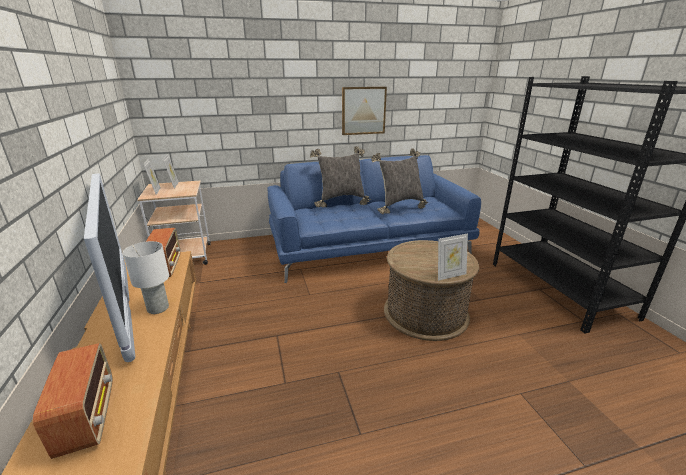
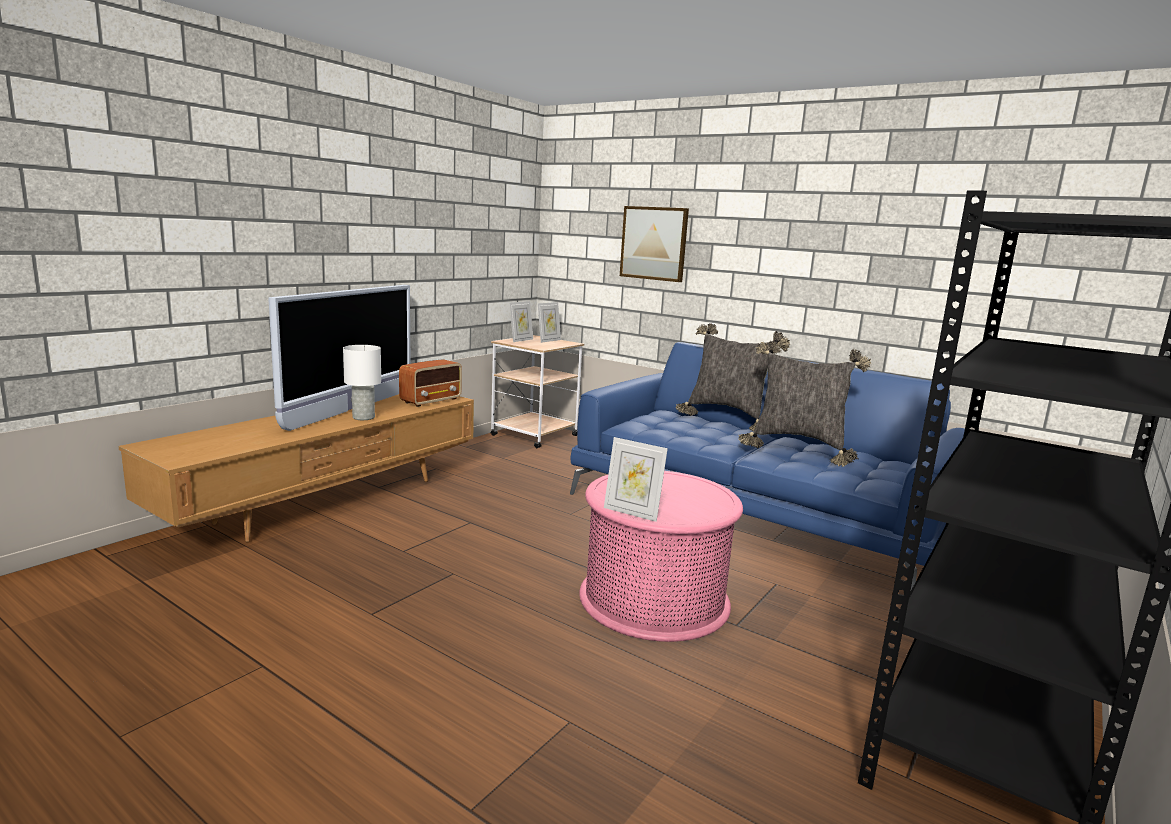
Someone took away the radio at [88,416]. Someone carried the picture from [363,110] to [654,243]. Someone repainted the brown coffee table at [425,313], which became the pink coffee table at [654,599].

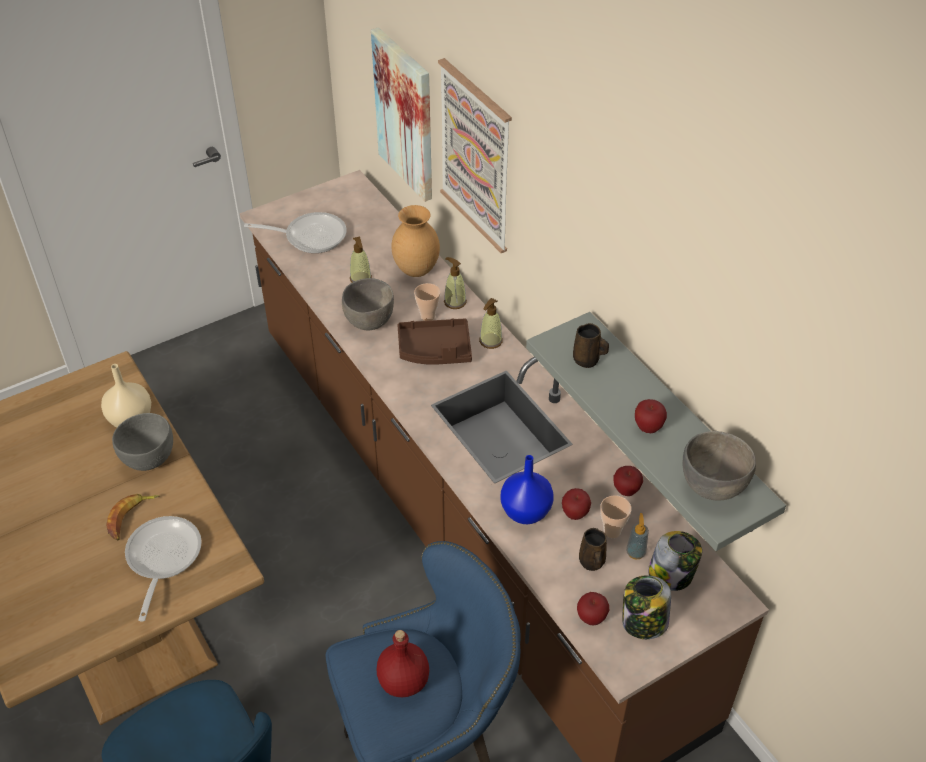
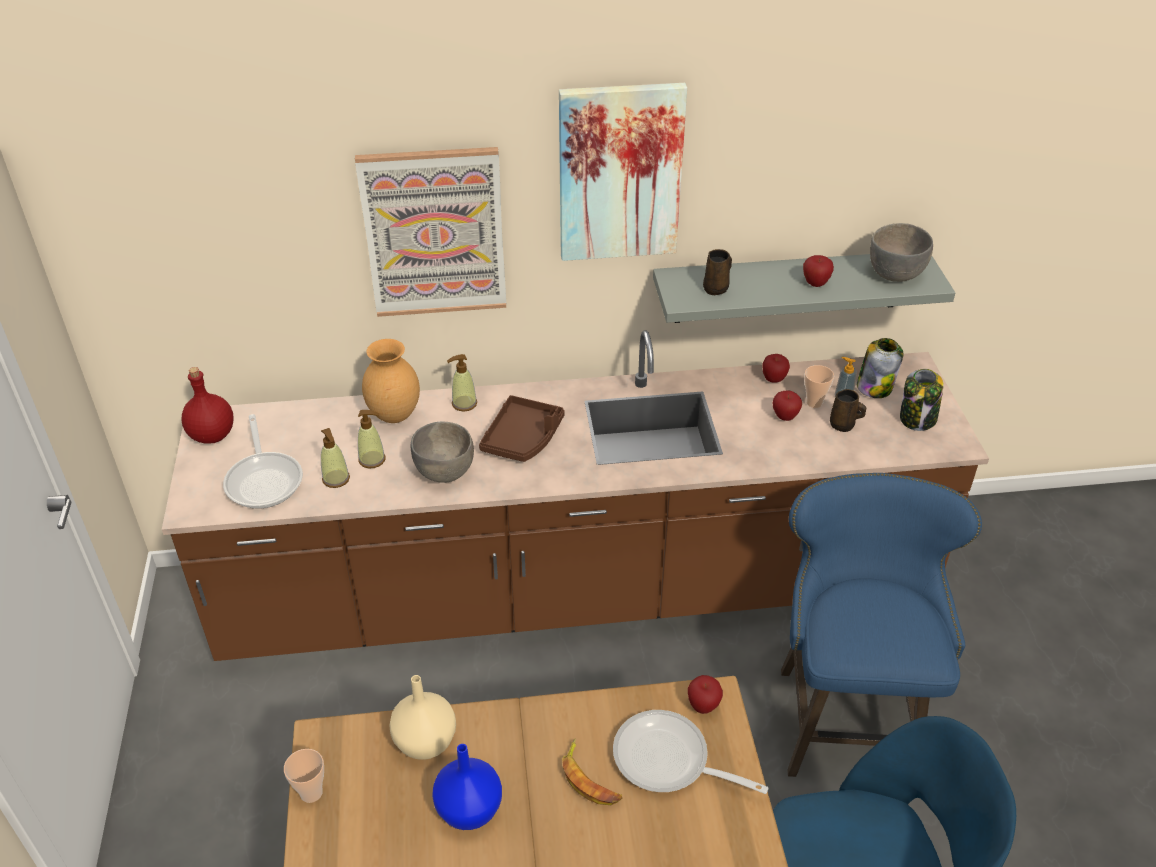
Someone took away the grey bowl at [149,458]. Someone rotated the frying pan at [310,236] by 135 degrees clockwise. Someone carried the picture from [406,115] to [619,173]. Someone carried the red bottle from [402,681] to [211,436]. Someone carried the cup from [428,316] to [311,793]. Someone carried the soap dispenser from [490,341] to [336,479]. Someone carried the blue vase from [527,511] to [469,809]. Someone carried the apple from [591,618] to [703,706].

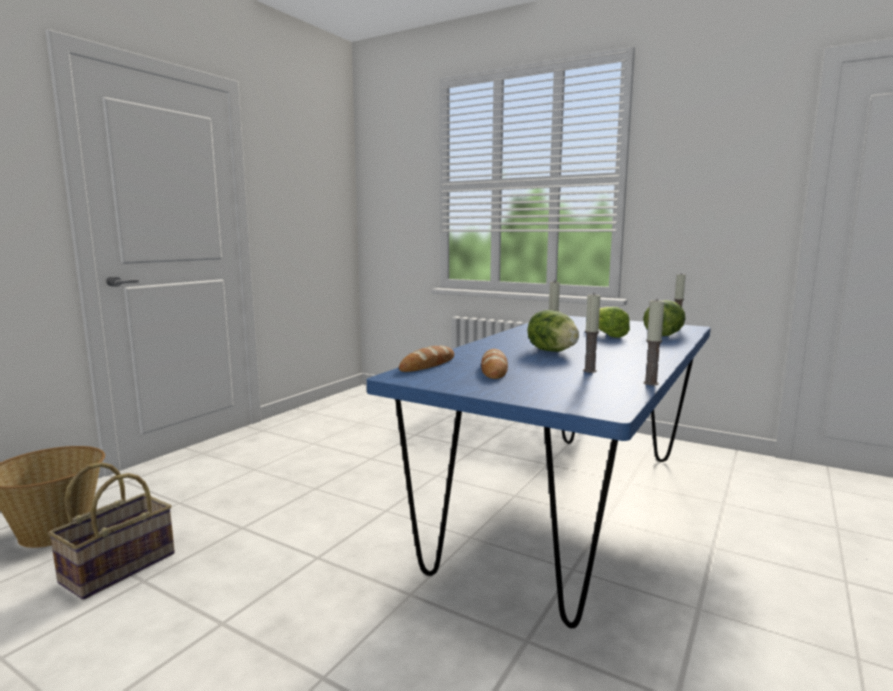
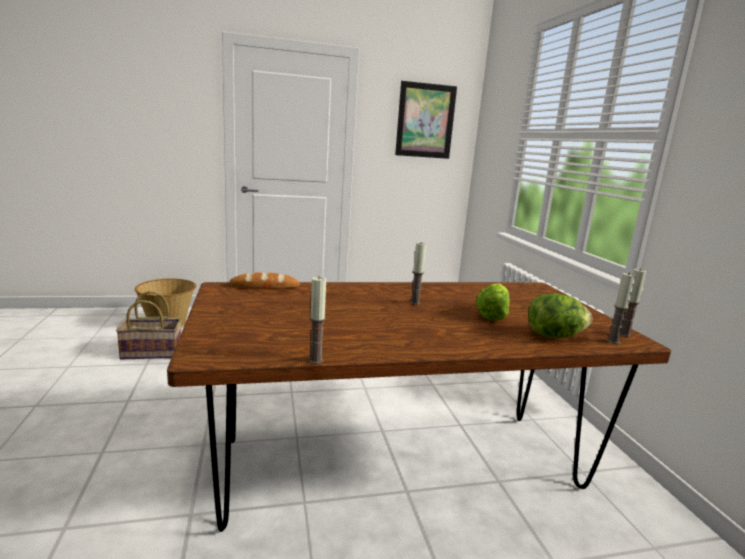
Someone repainted the blue dining table at [569,508], which became the brown dining table at [398,465]. Someone took away the bread at [494,369]. Someone took away the lettuce at [552,351]. Someone carried the candle from [590,371] to [613,341]. Someone put up the picture at [425,121].

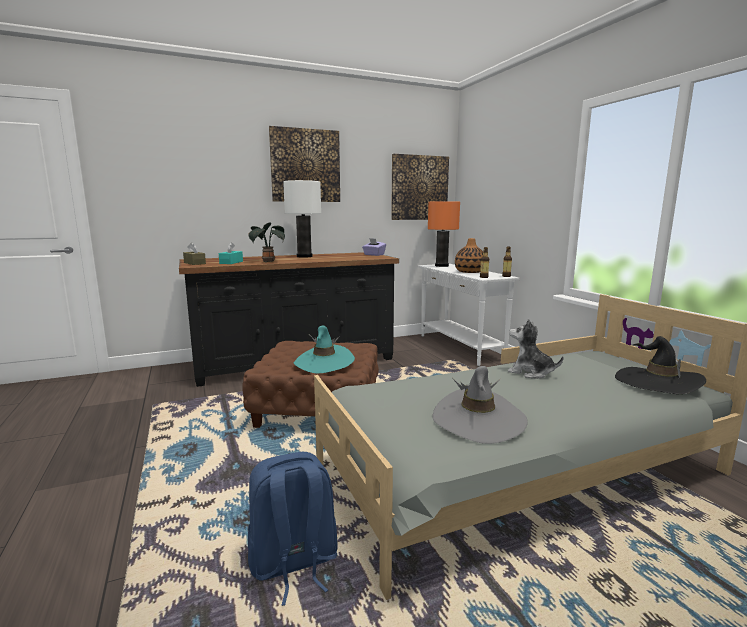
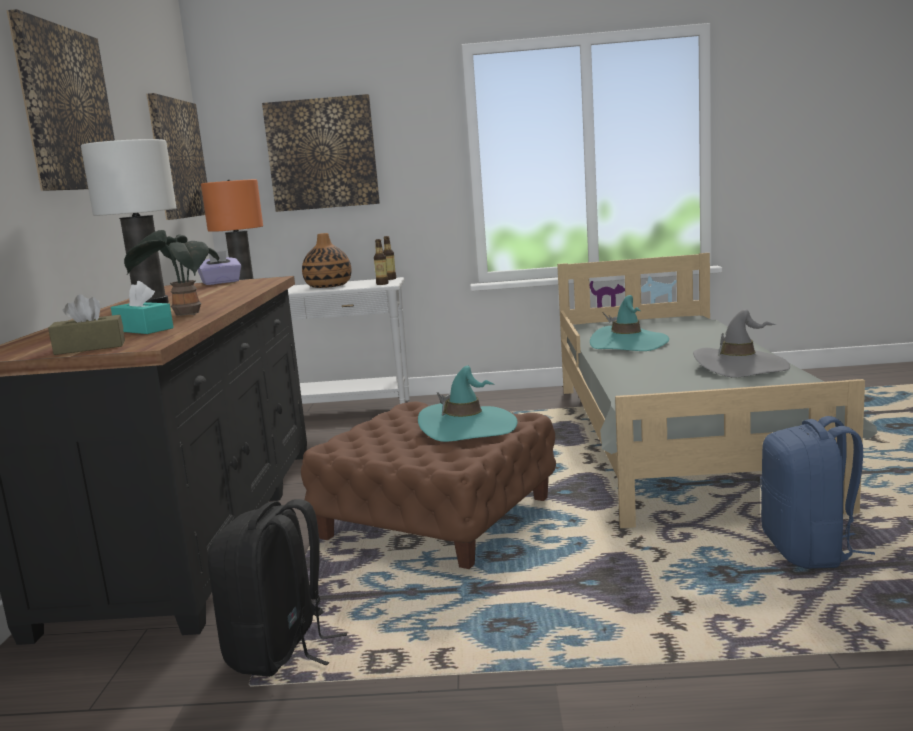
Someone swapped the plush toy at [530,372] for the turquoise hat at [629,344]. Someone took away the black hat at [657,383]. Someone put down the black backpack at [280,650]. Someone put up the picture at [322,154].

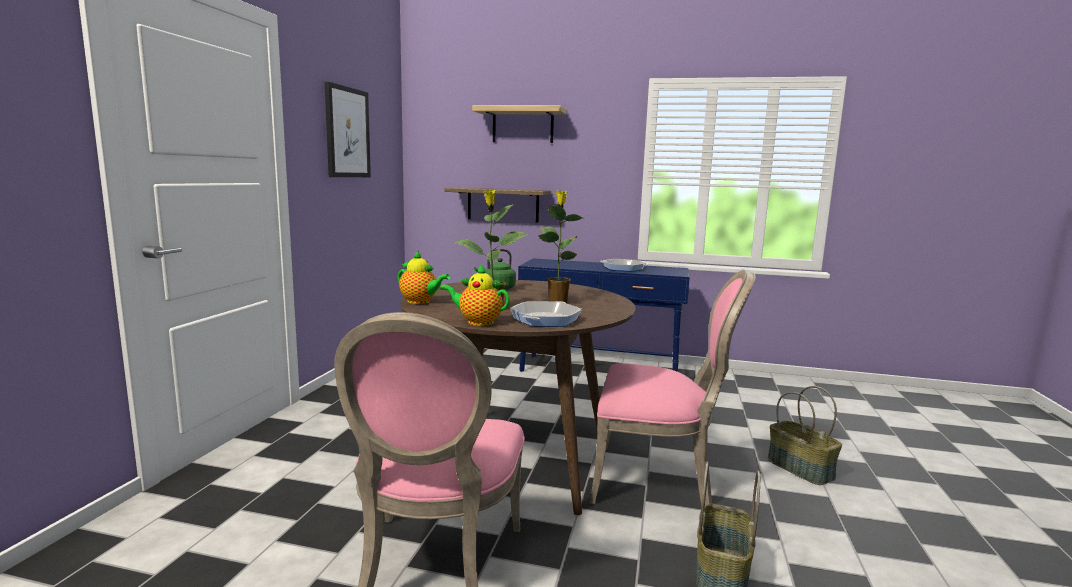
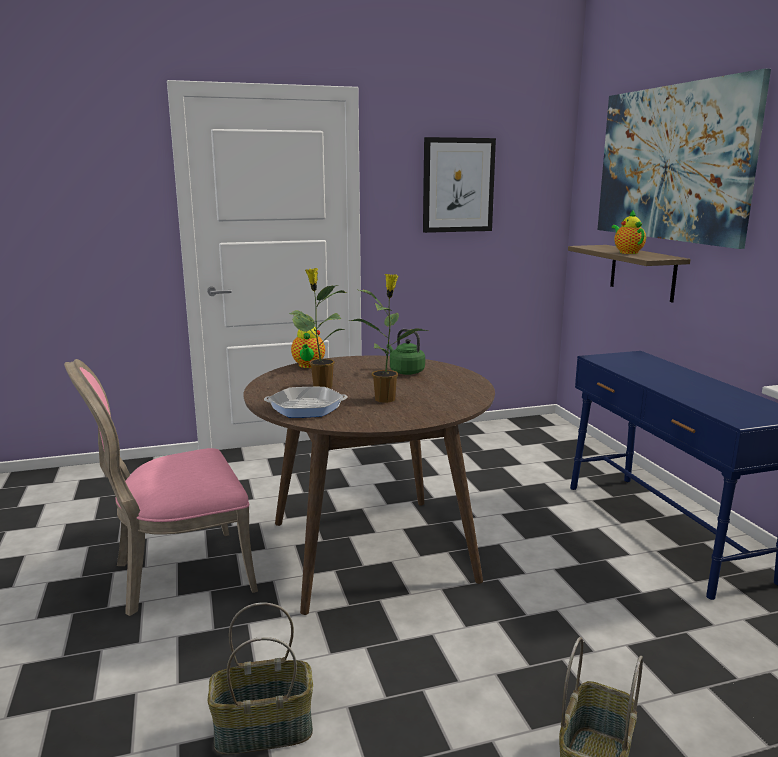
Someone carried the teapot from [477,322] to [627,252]. Someone swapped the shelf at [523,125] for the picture at [671,163]. Someone took away the pink chair at [657,480]. Someone took away the frying pan at [623,268].

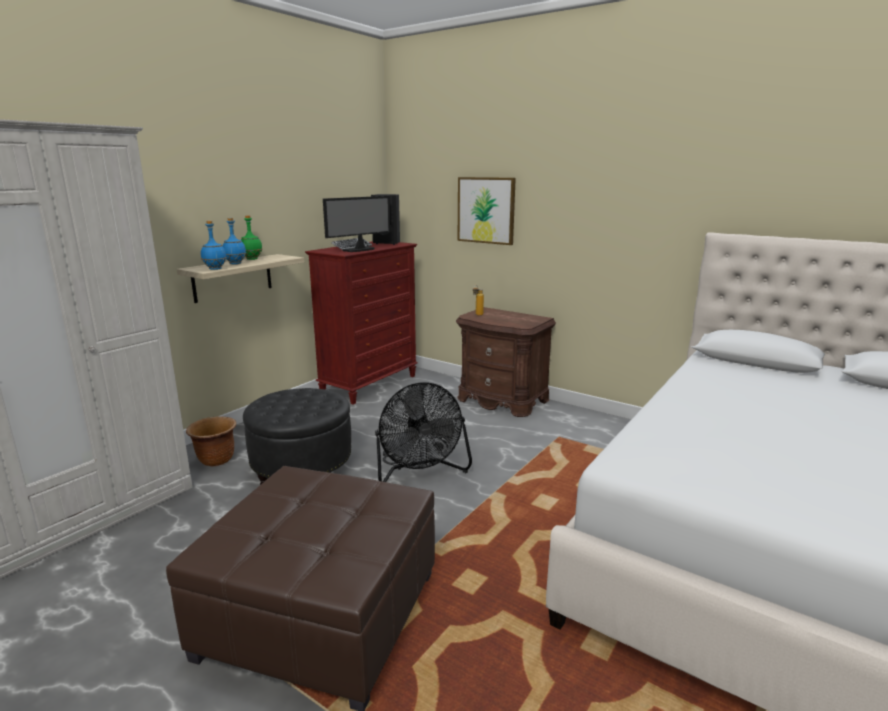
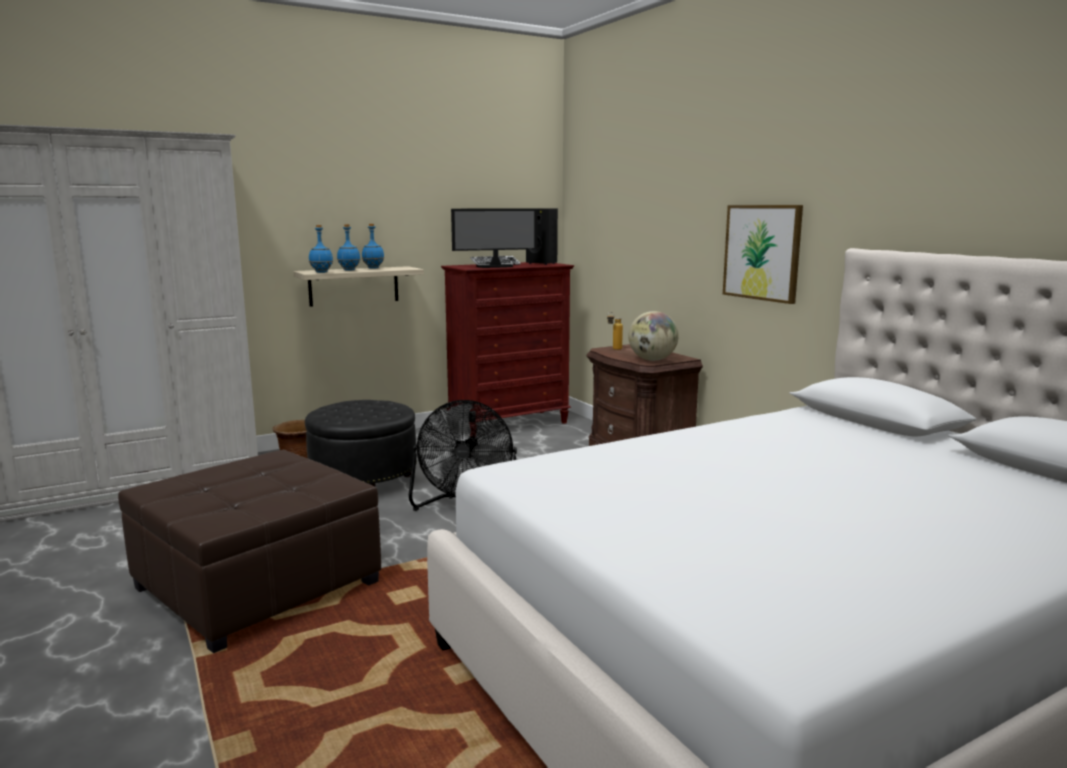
Someone repainted the green bottle at [252,259], which became the blue bottle at [373,268]. Someone carried the picture from [486,210] to [762,252]. Someone put down the globe at [652,360].

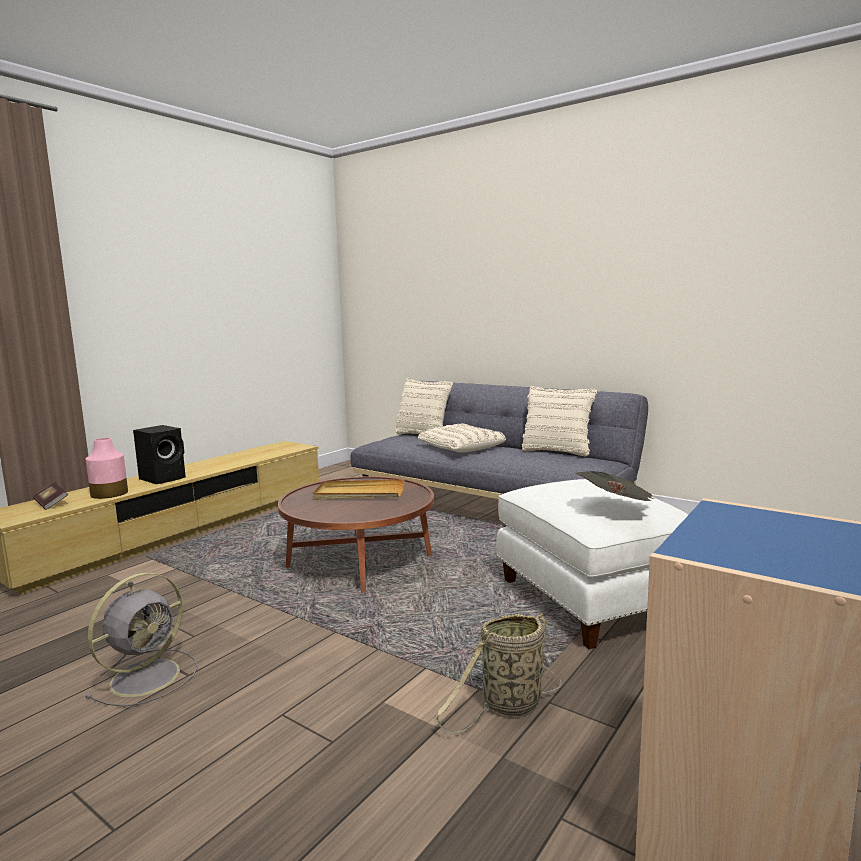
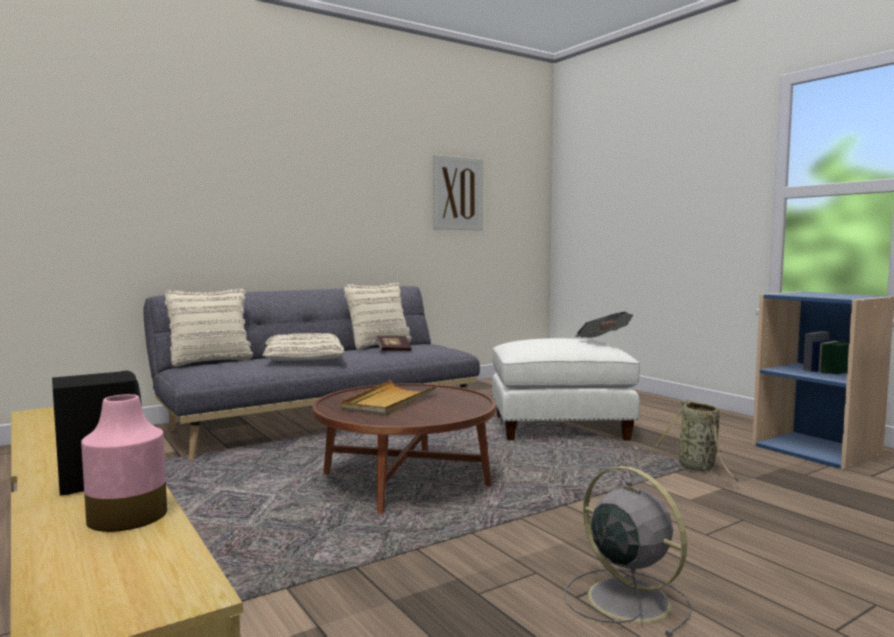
Someone carried the book from [51,504] to [393,350]. Someone put up the picture at [458,193].

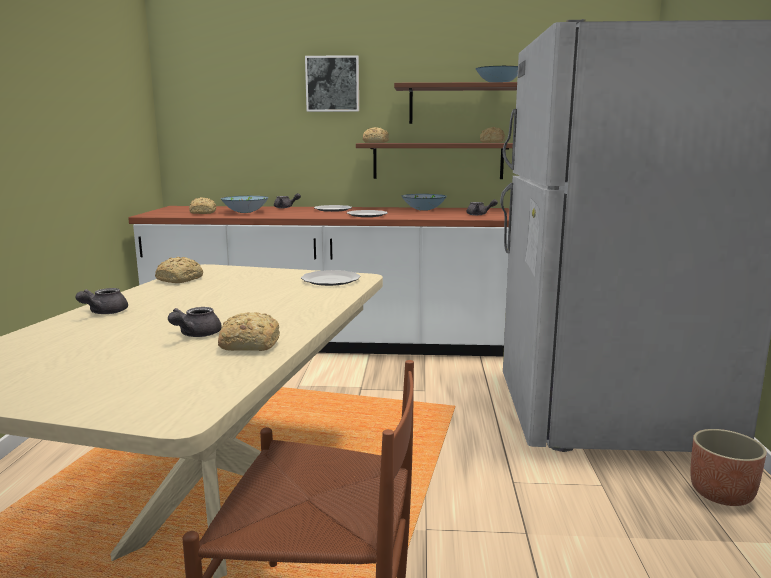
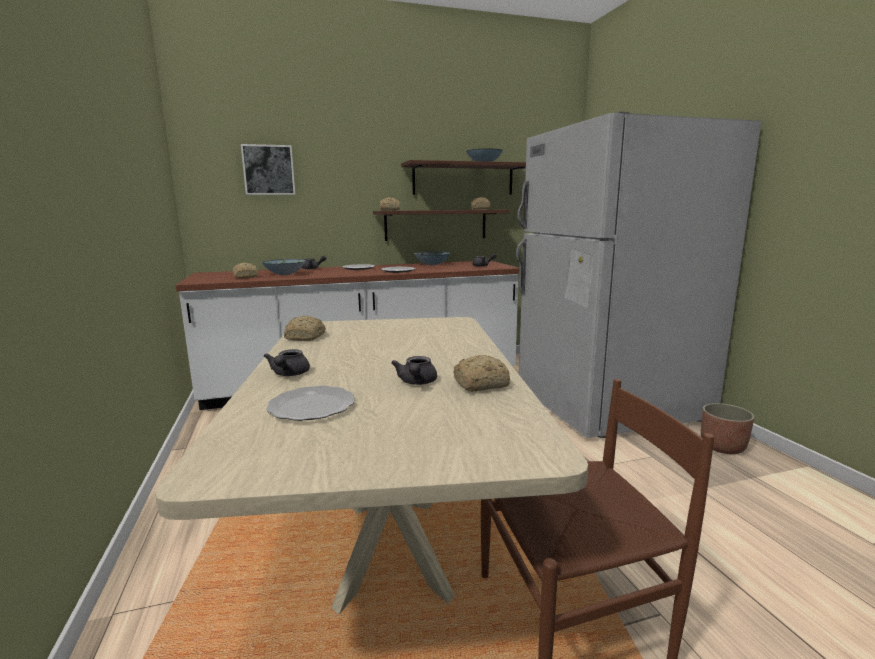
Someone carried the plate from [329,280] to [310,407]. Someone carried the picture from [332,84] to [268,170].

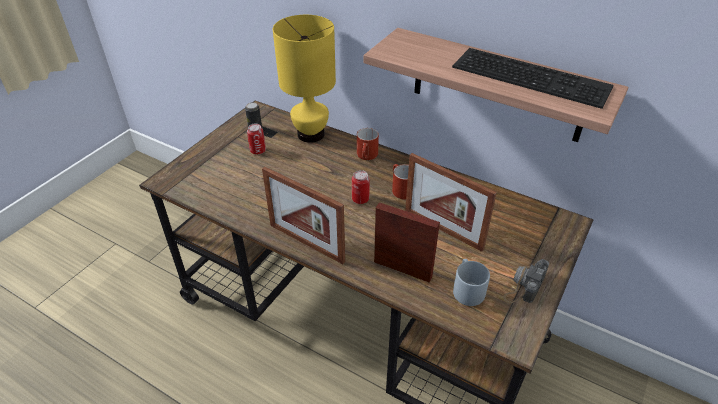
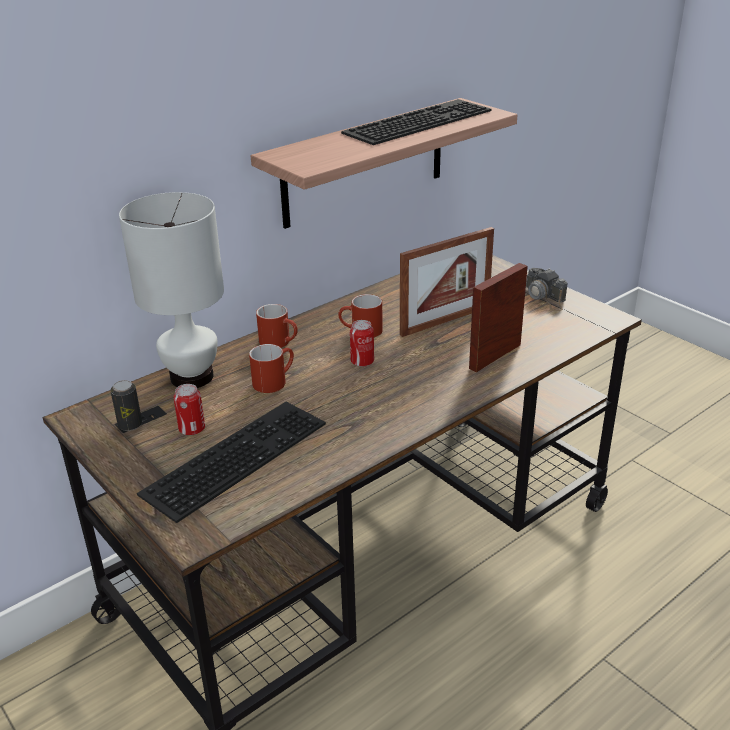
Someone took away the picture frame at [306,243]. Someone repainted the yellow table lamp at [311,134], which became the white table lamp at [191,376]. Someone took away the grey mug at [466,288]. Someone put down the keyboard at [235,455]. Someone put down the red mug at [274,381].

